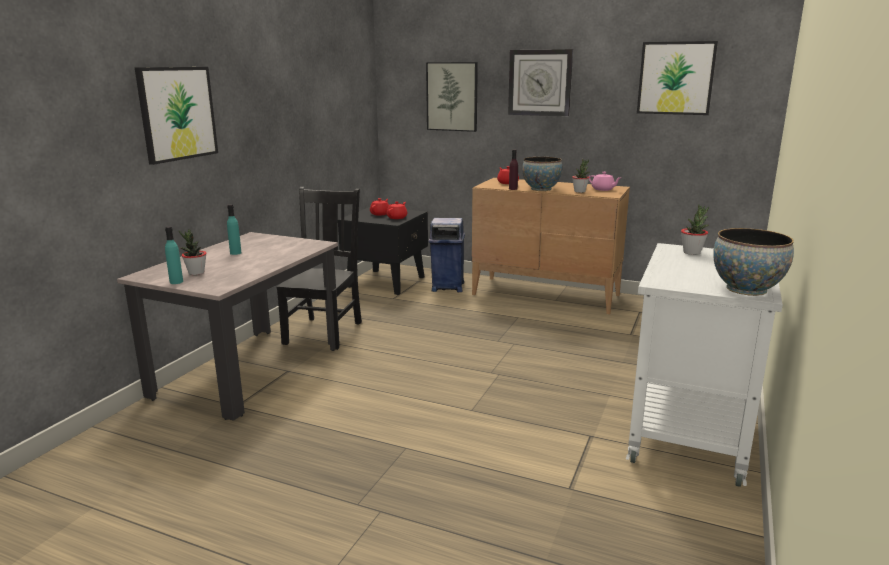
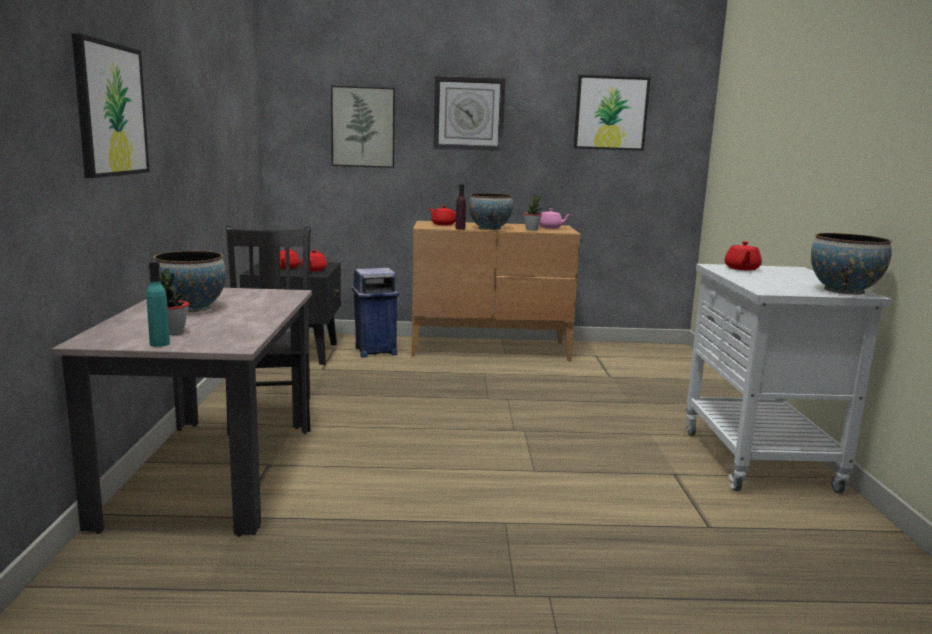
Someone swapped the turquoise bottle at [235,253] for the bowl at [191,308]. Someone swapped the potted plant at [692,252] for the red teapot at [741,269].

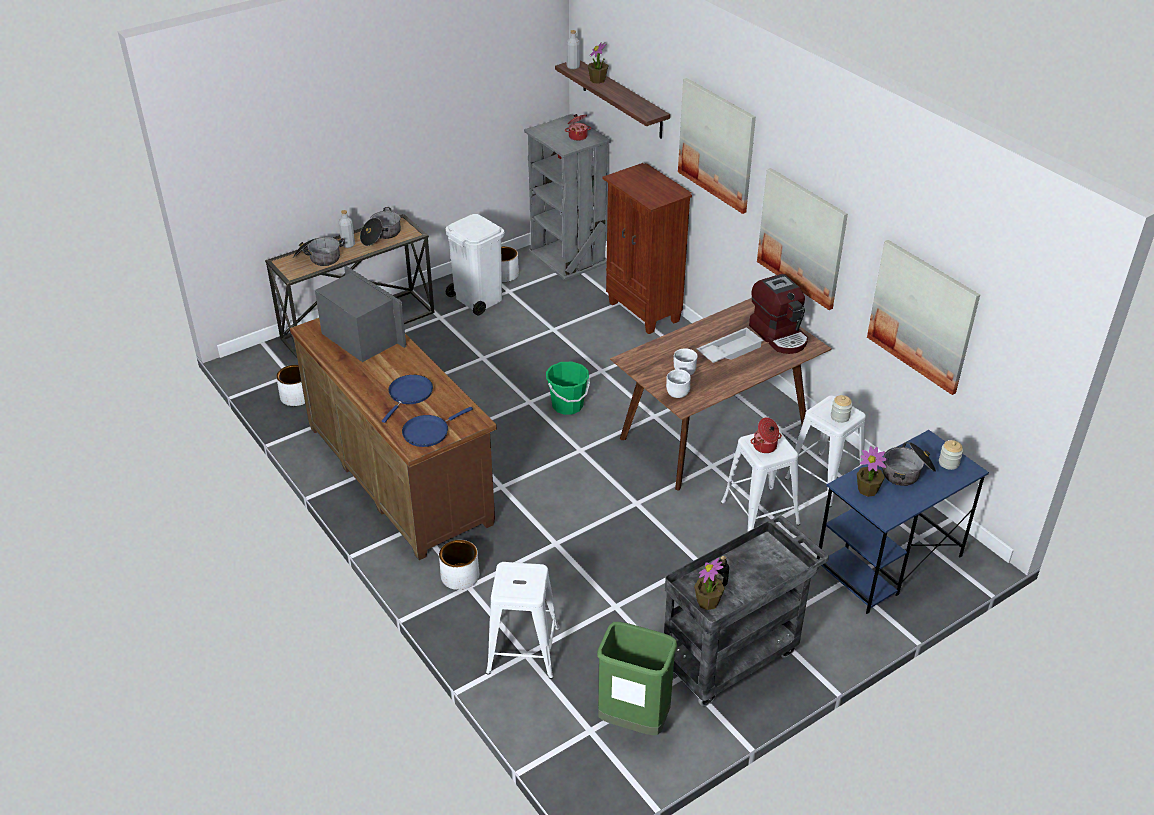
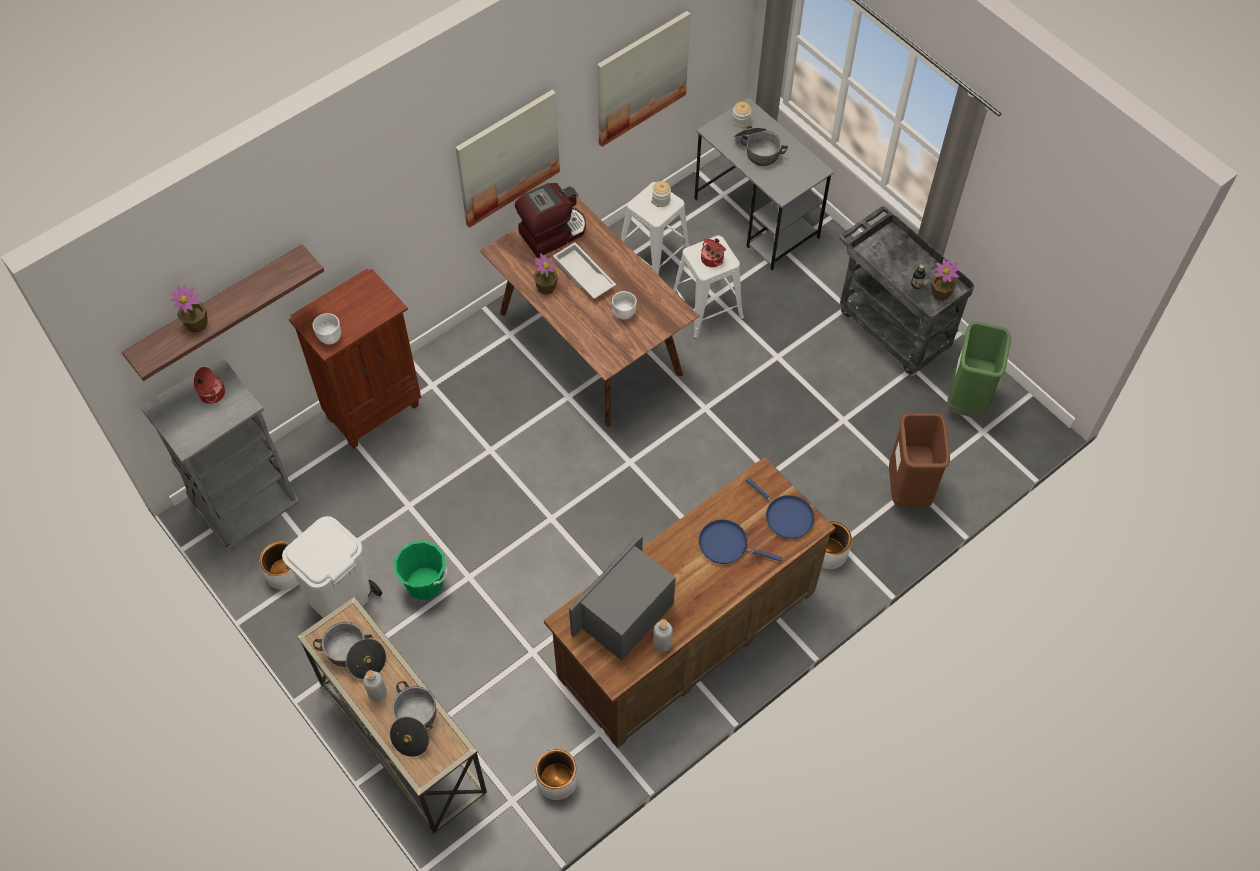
Someone swapped the white stool at [523,650] for the brown trash can at [908,489]. Someone carried the green bucket from [567,405] to [425,583]. Someone carried the grey bottle from [573,67] to [662,644]. Someone carried the white bowl from [677,393] to [329,337]. Someone took away the picture at [717,145]. Someone repainted the blue desk at [888,563], which became the grey desk at [757,218]. Someone carried the potted plant from [868,489] to [546,287].

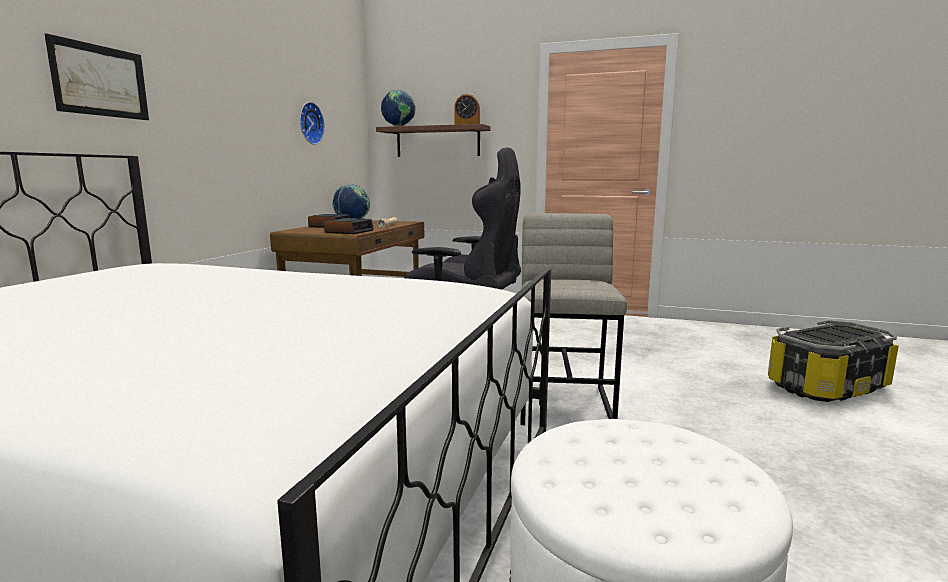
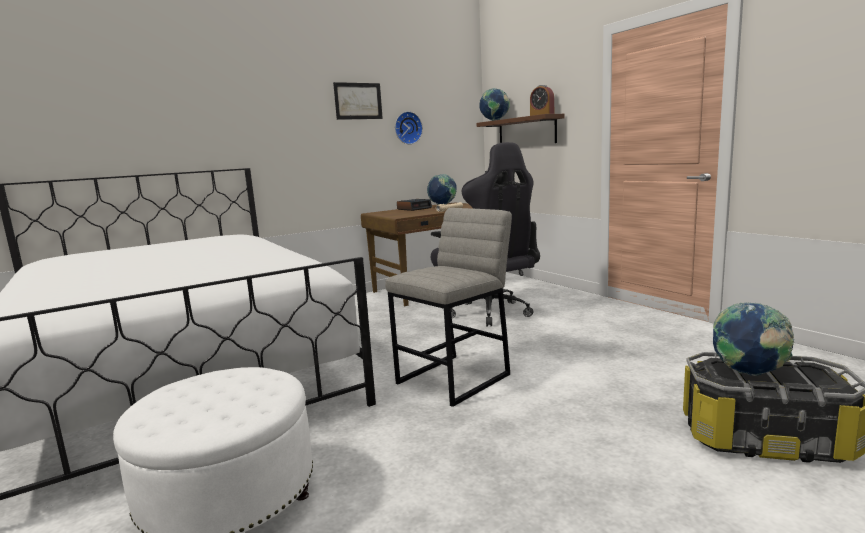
Someone carried the picture from [100,81] to [358,101]. Someone took away the alarm clock at [349,231]. Someone put down the globe at [749,373].

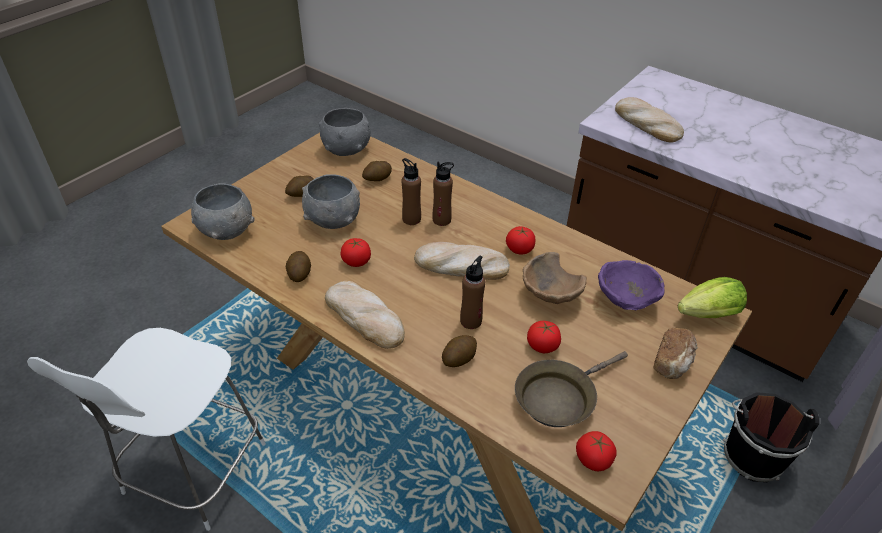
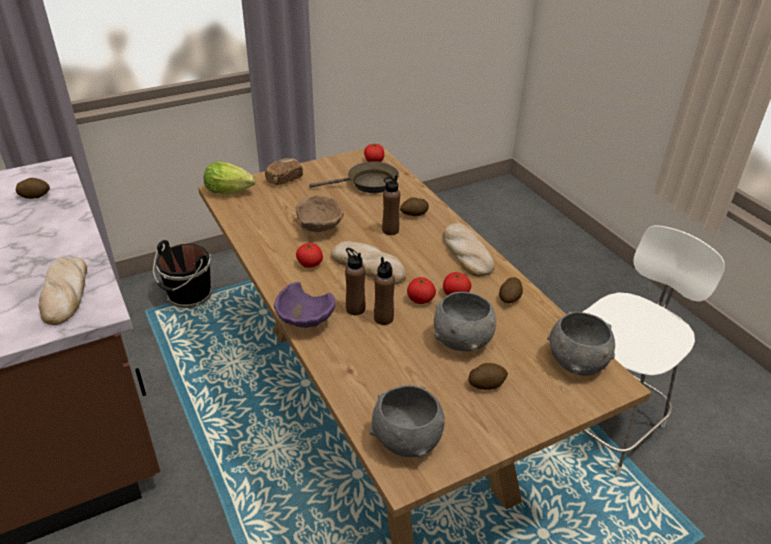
Someone carried the potato from [377,179] to [35,196]. Someone carried the tomato from [542,346] to [420,299]. Someone carried the purple bowl from [625,298] to [304,322].

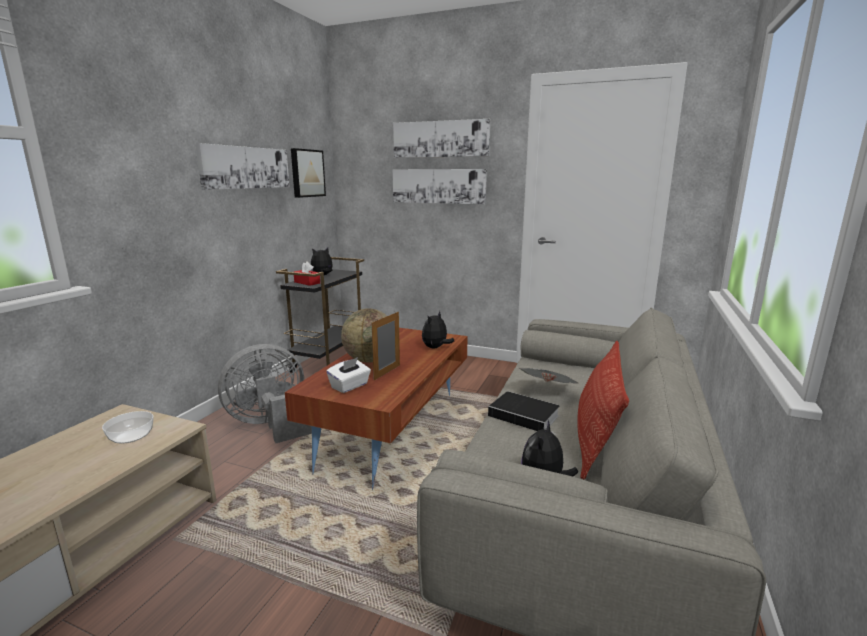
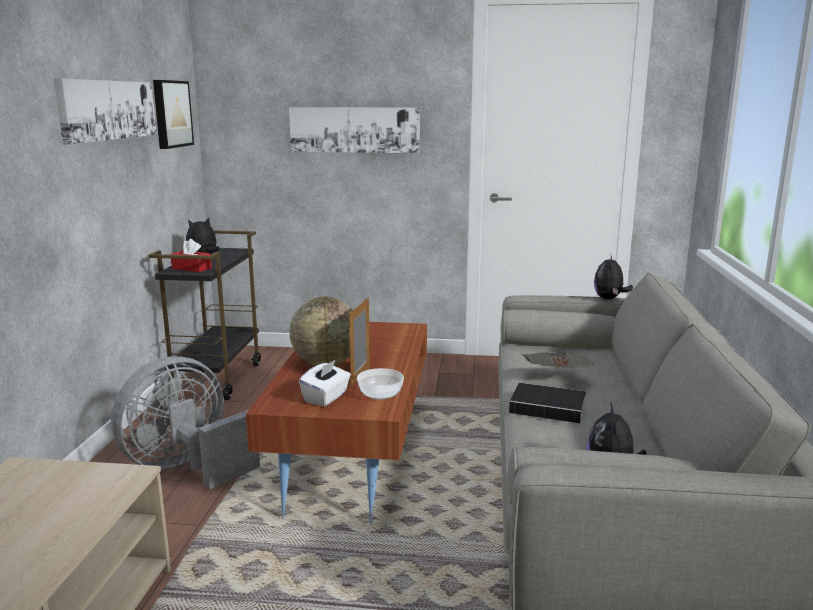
Someone carried the bowl from [131,436] to [379,394]. Someone took away the picture at [440,139]. Someone carried the plush toy from [436,348] to [609,299]. Someone took away the pillow at [595,438].

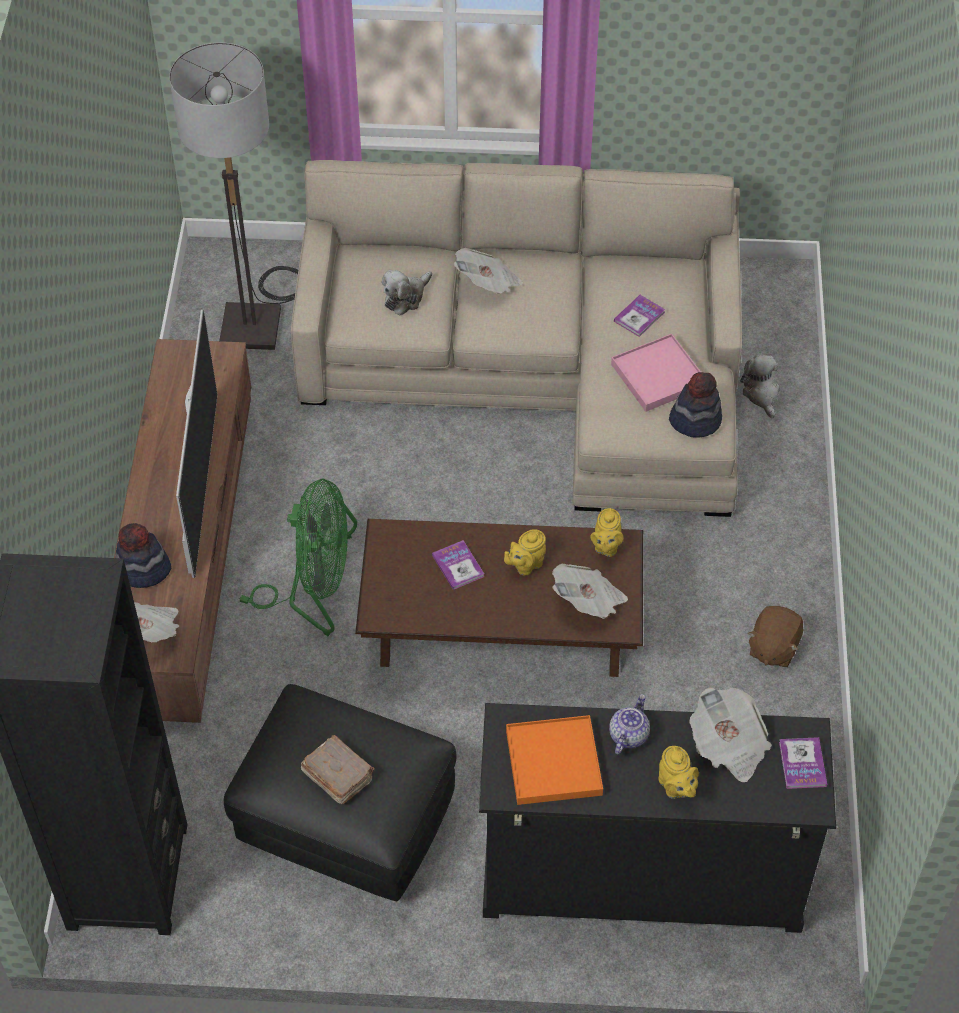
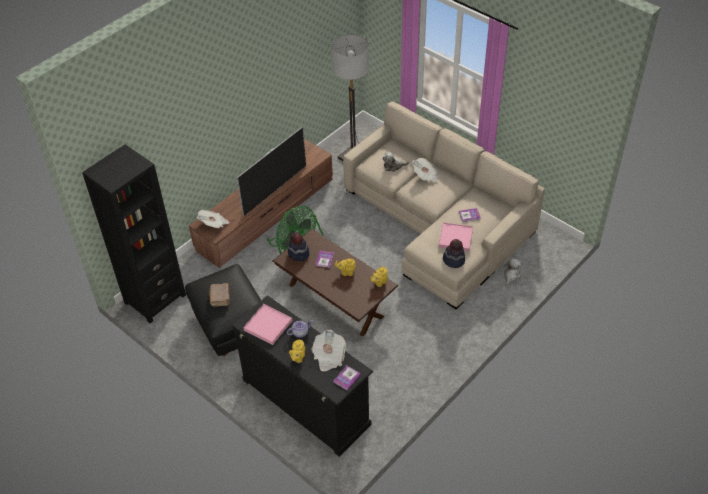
Someone carried the hat from [143,570] to [298,254]. Someone repainted the orange tray at [554,762], which became the pink tray at [268,325]. Someone took away the newspaper at [589,602]. Someone took away the brown plush toy at [773,647].

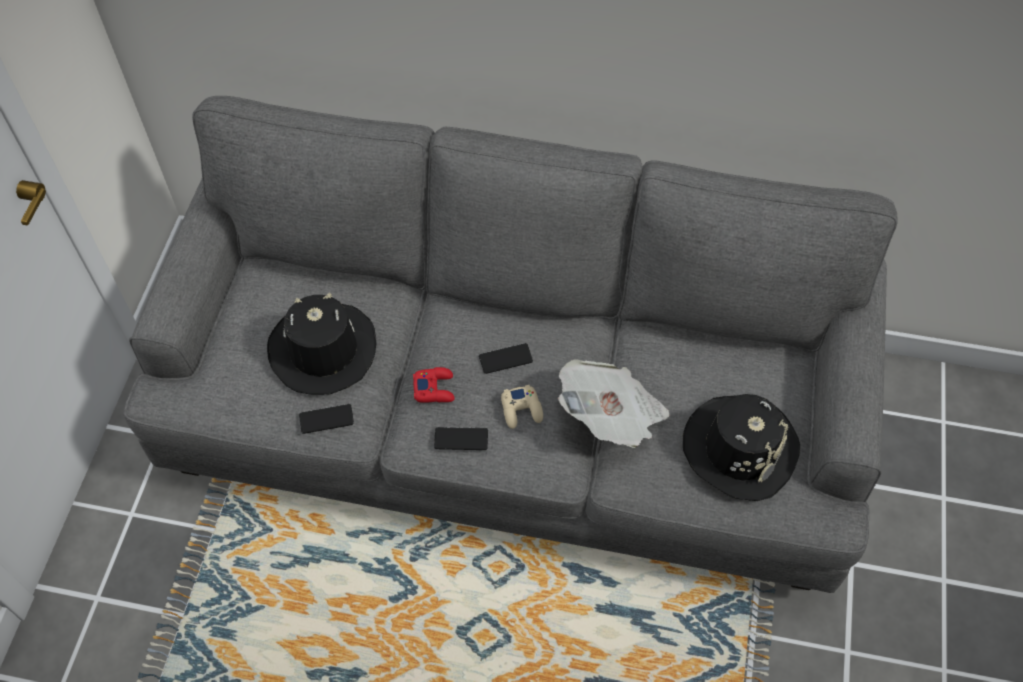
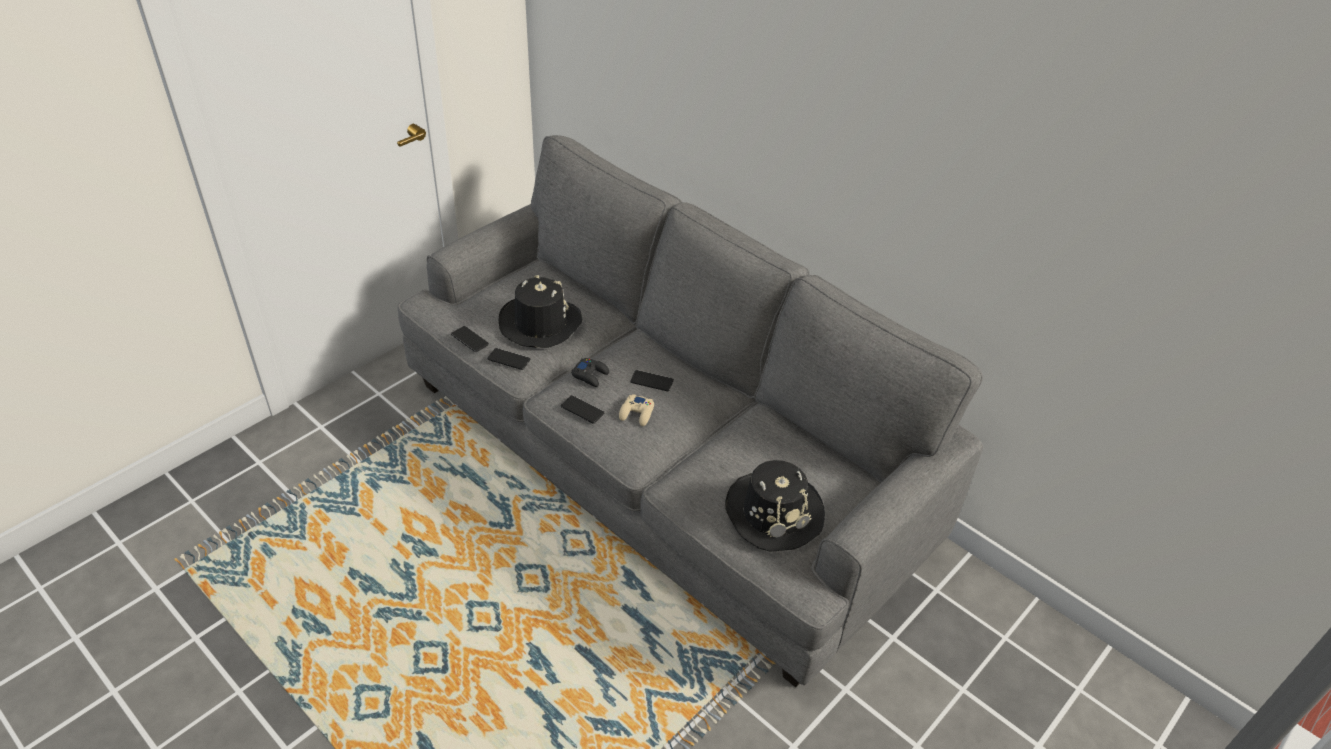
Someone repainted the red game controller at [434,388], which became the black game controller at [590,375]. Someone took away the newspaper at [612,416]. Someone put down the phone at [470,339].

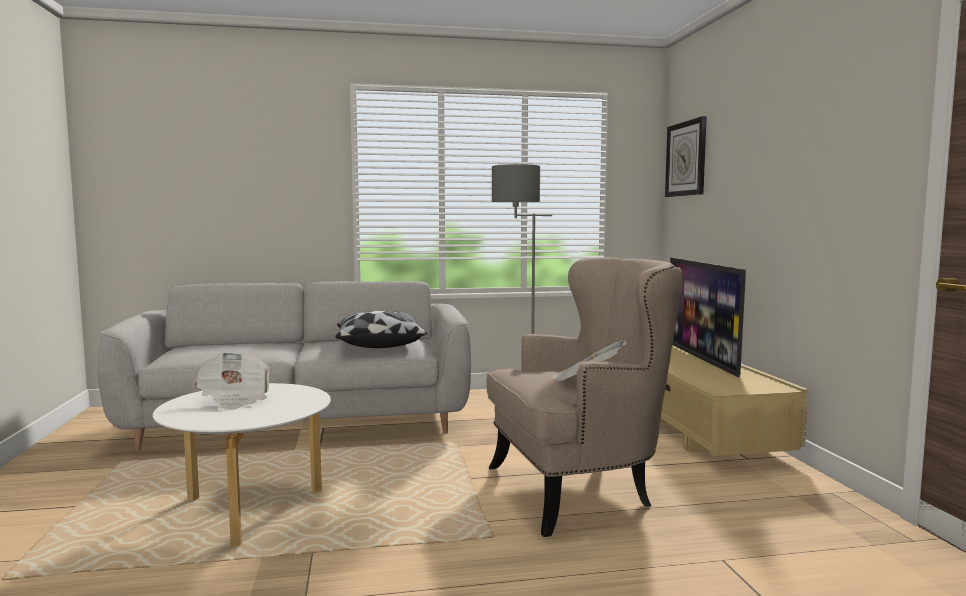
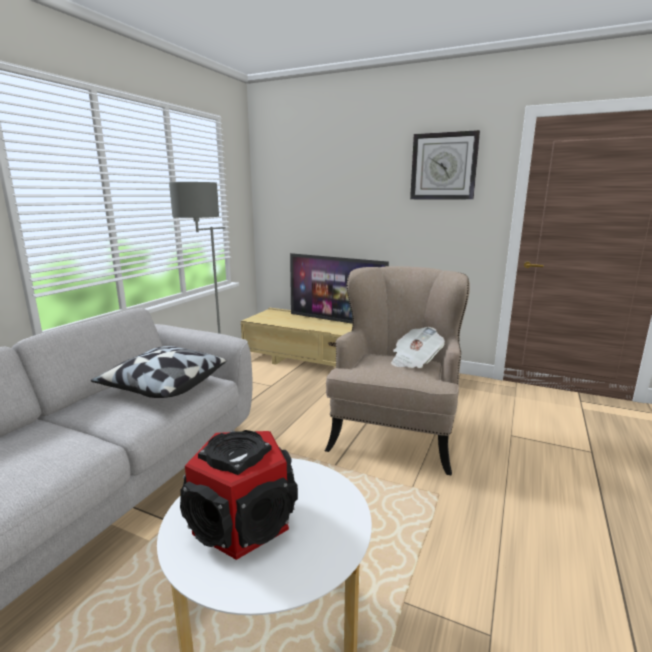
Someone swapped the newspaper at [234,400] for the speaker at [244,522]. Someone carried the wall clock from [686,159] to [443,166].

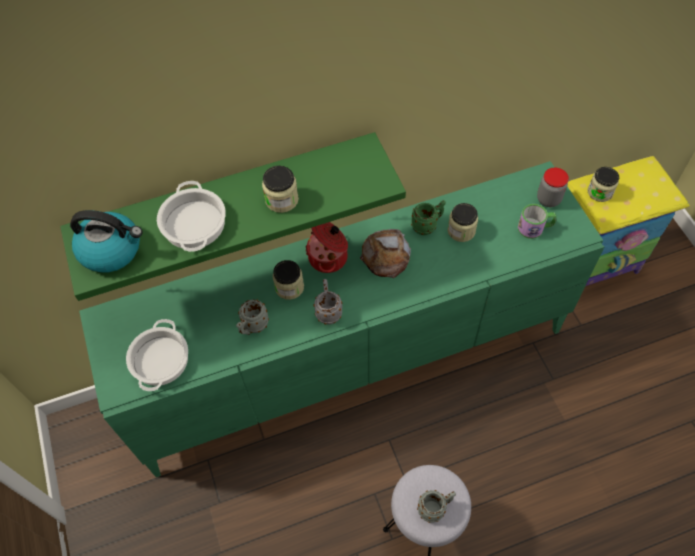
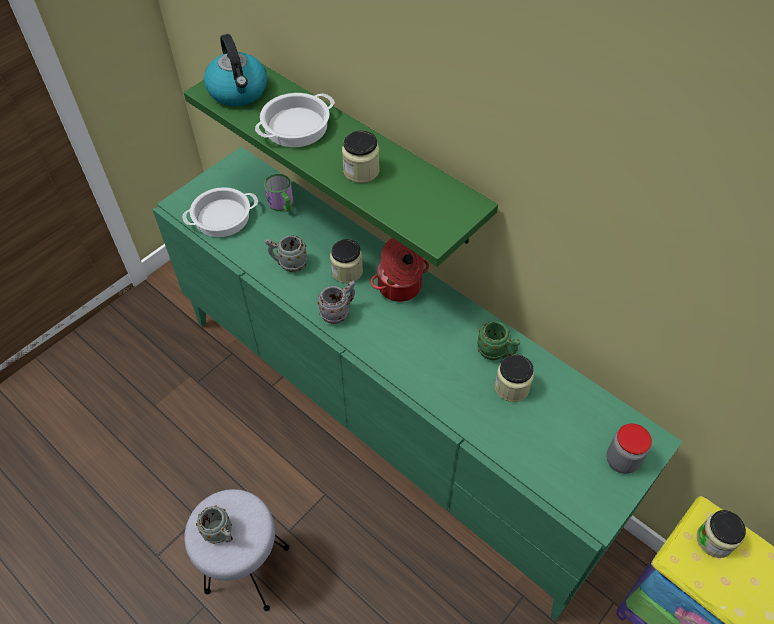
Someone took away the bread at [386,256]. Someone carried the mug from [535,228] to [282,204].

